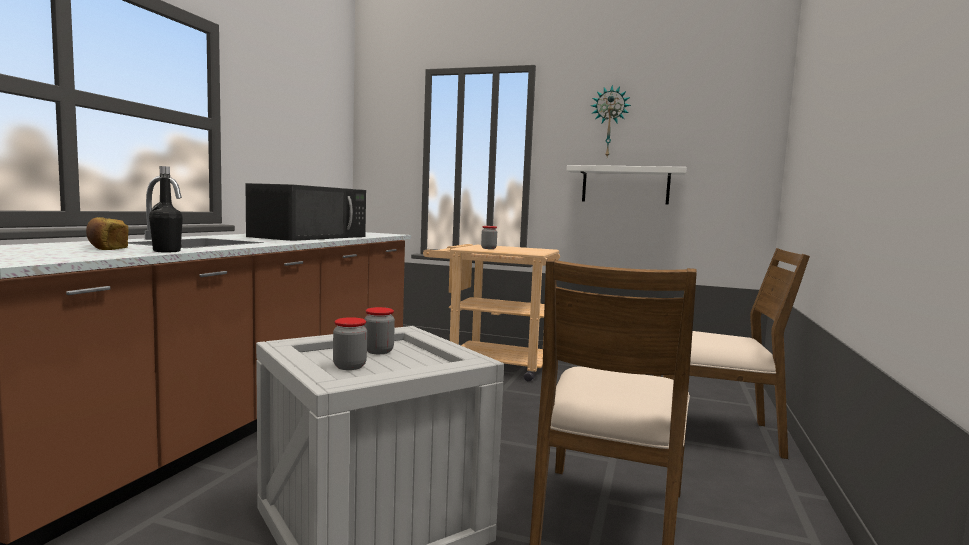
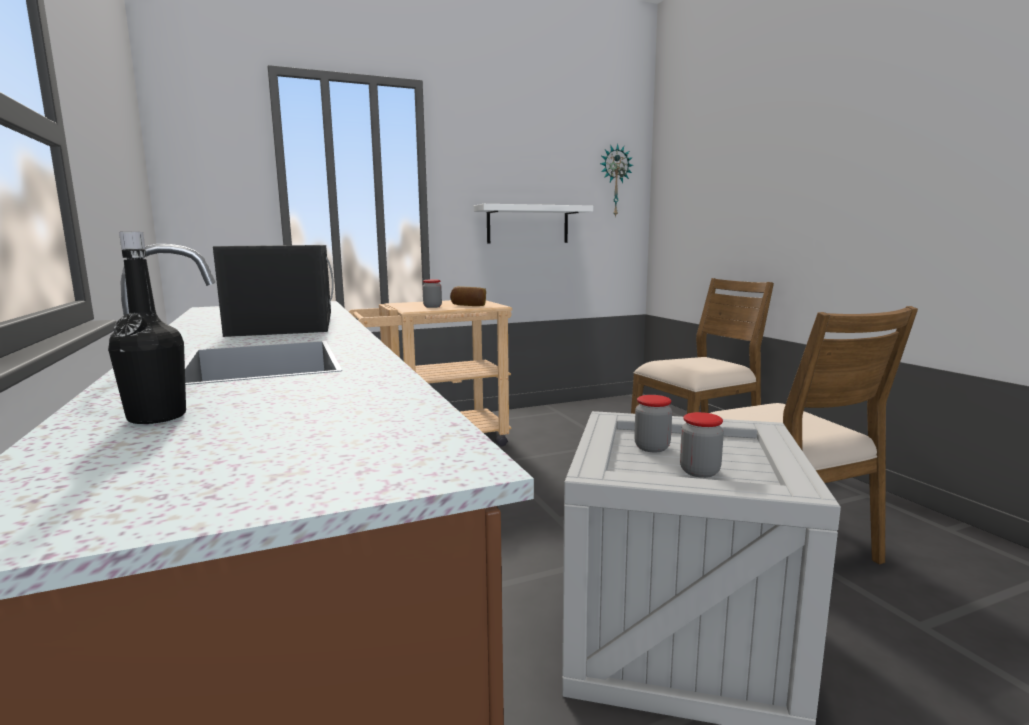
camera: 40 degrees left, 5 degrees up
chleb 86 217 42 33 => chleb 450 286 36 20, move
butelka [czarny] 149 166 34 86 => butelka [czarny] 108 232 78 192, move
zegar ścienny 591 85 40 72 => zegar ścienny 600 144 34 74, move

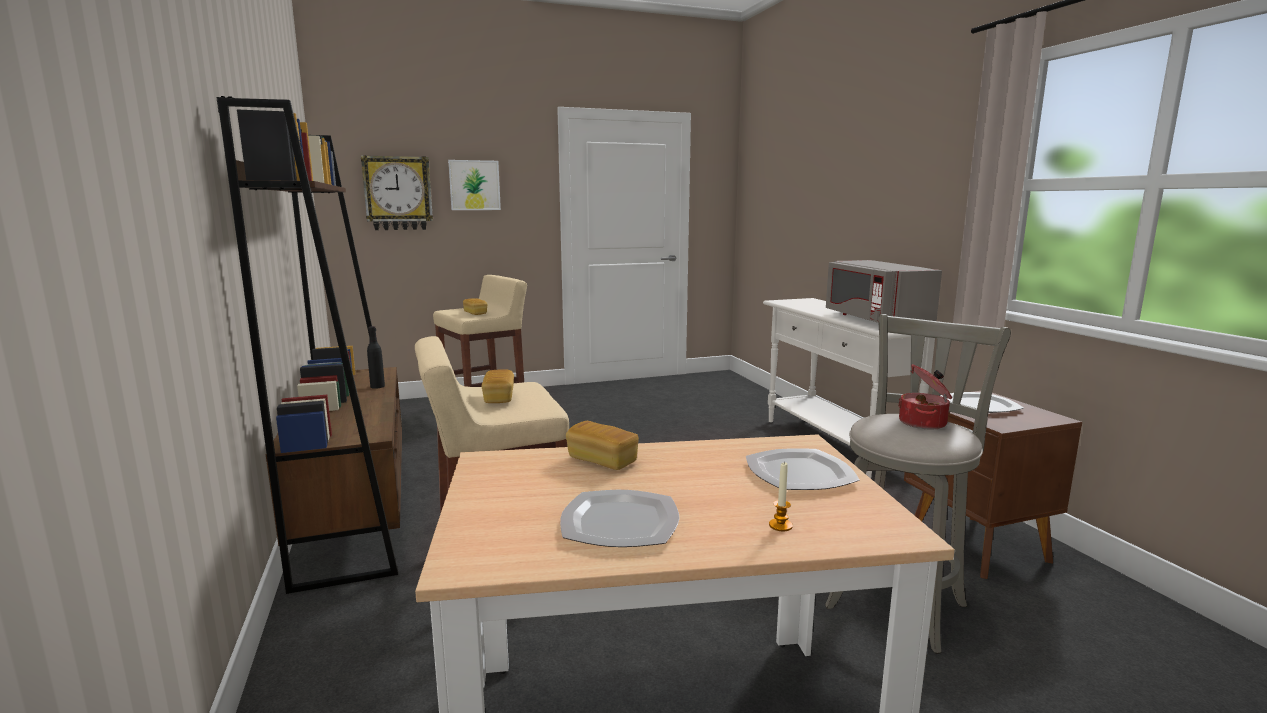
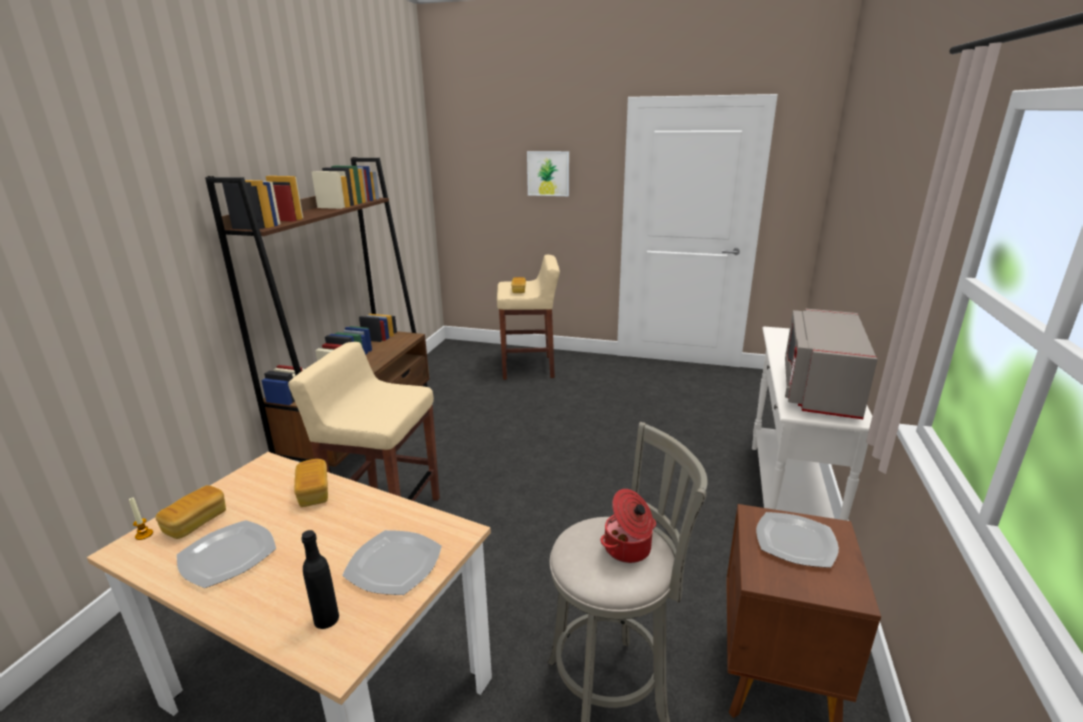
camera: 35 degrees right, 10 degrees up
zegar ścienny 361 155 72 75 => nothing
butelka [czarny] 367 326 18 63 => butelka [czarny] 301 530 38 99, move
chleb 482 369 32 34 => chleb 155 485 71 54, move
świeca 769 461 24 70 => świeca 129 497 24 43, move

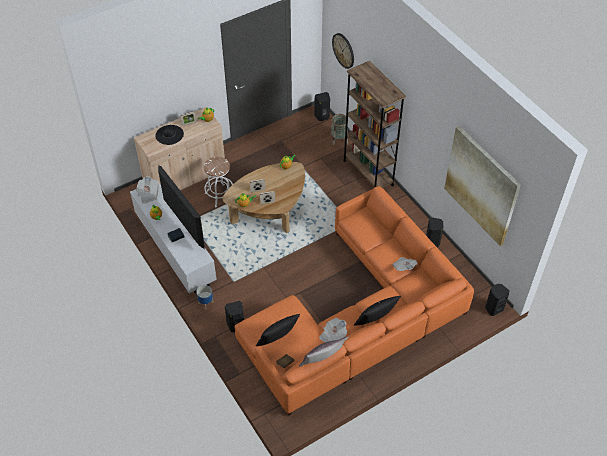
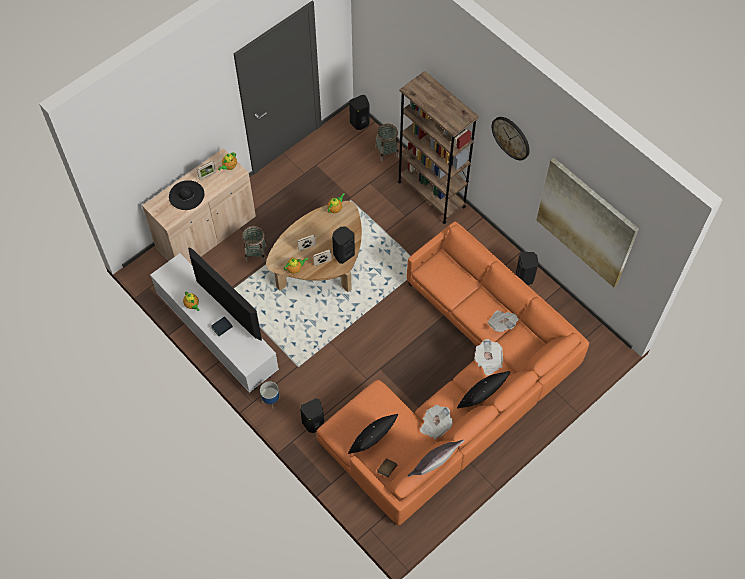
camera: 10 degrees left, 10 degrees up
gazeta 136 176 23 28 => gazeta 474 339 29 37, move
zegar ścienny 332 33 22 36 => zegar ścienny 492 117 38 43, move
głośnik [czarny] 485 284 24 32 => głośnik [czarny] 332 226 23 38, move
stołek [biały] 204 157 29 50 => koszyk 242 226 25 36

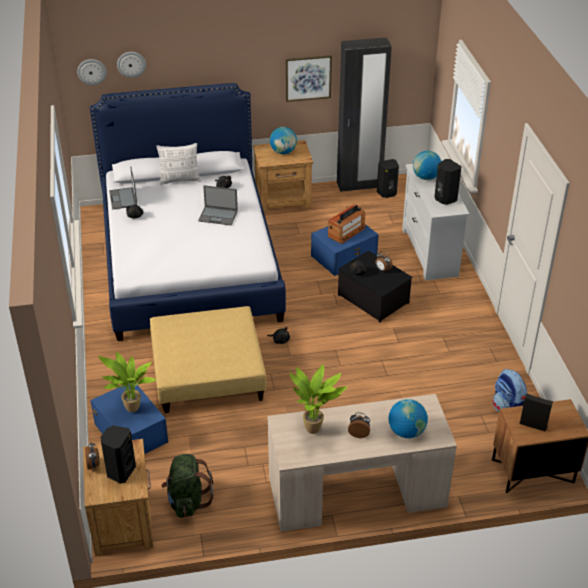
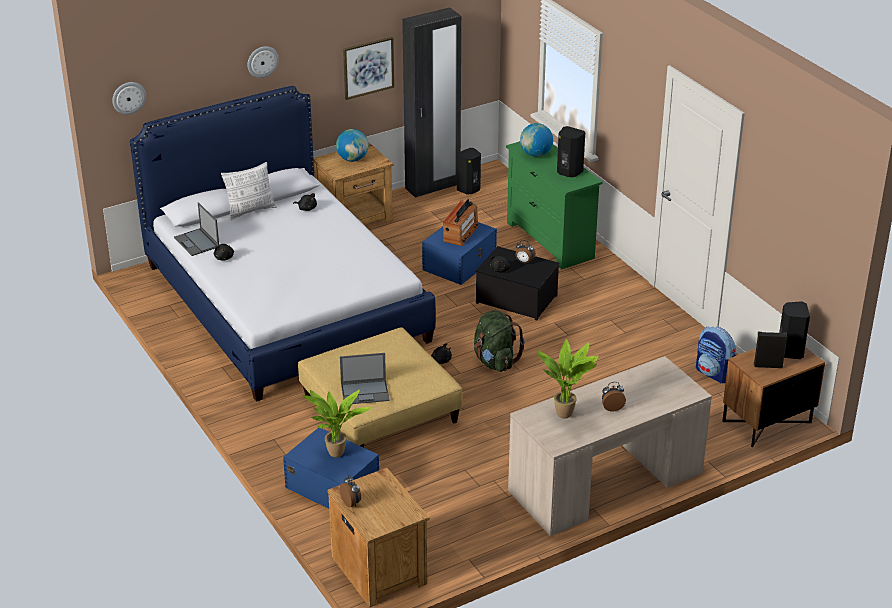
camera: 20 degrees left, 5 degrees down
globus 389 399 39 39 => nothing
głośnik [czarny] 100 426 36 58 => głośnik [czarny] 779 301 31 58, move
zegar ścienny 117 52 29 26 => zegar ścienny 247 46 32 32, move
plecak [zielony] 161 454 52 64 => plecak [zielony] 474 310 51 62, move
laptop 198 185 40 40 => laptop 340 353 50 51, move
komoda [biały] 402 164 67 117 => komoda [zielony] 506 141 97 129

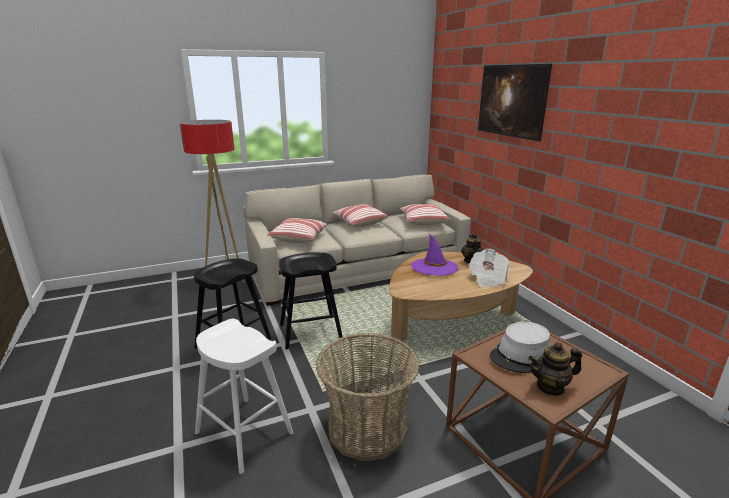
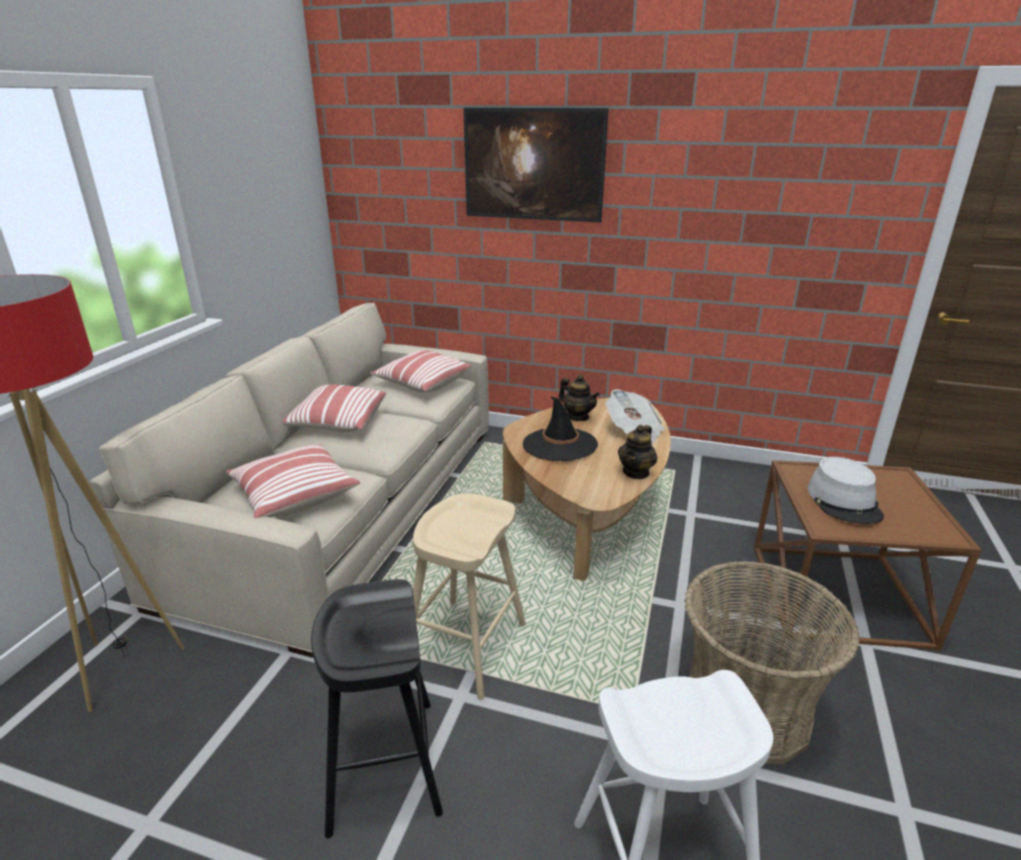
camera: 50 degrees left, 5 degrees up
imbryk 528 342 54 54 => imbryk 618 425 39 55, move
stołek [czarny] 279 253 64 96 => stołek [beżowy] 413 493 113 207
kapelusz [fioletowy] 411 233 48 43 => kapelusz [czarny] 523 396 75 65

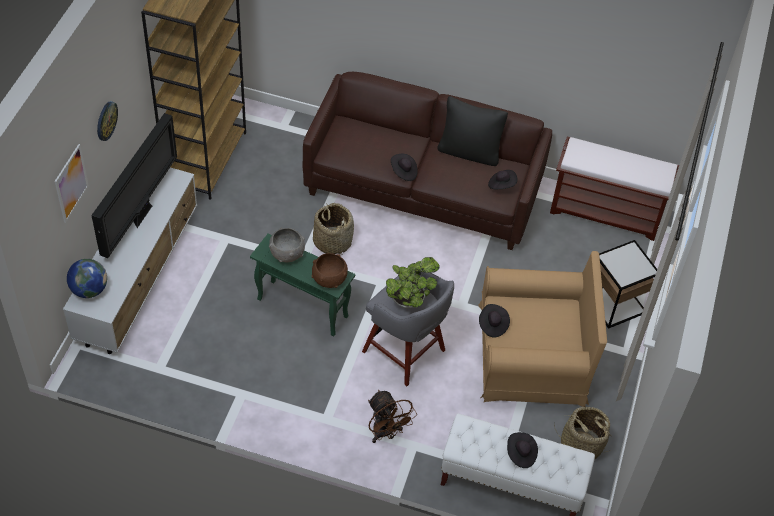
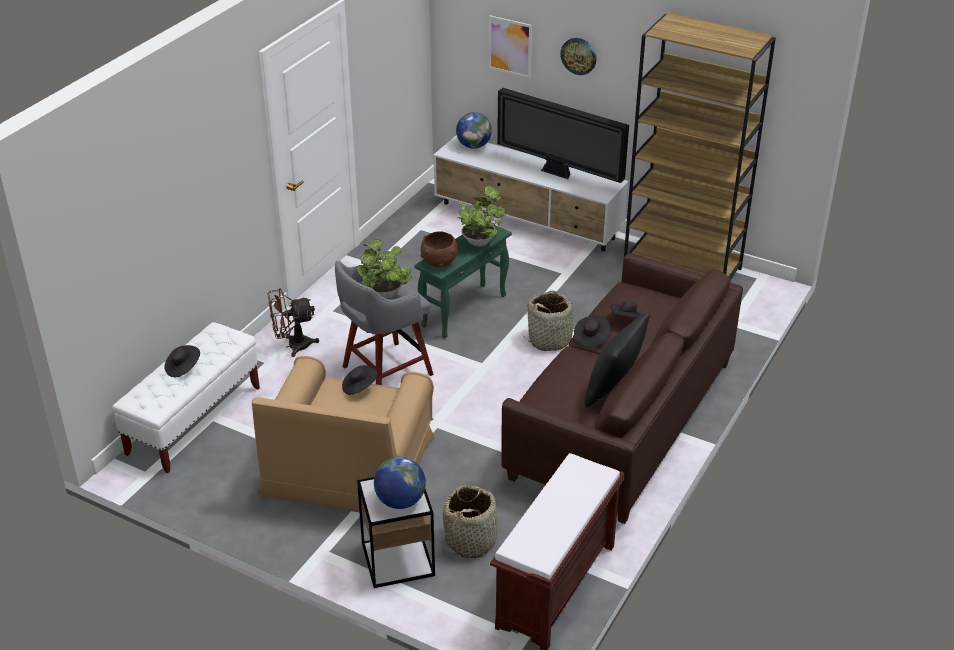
camera: 105 degrees right, 15 degrees down
nothing => globus 374 457 52 52
kapelusz [czarny] 488 170 29 19 => kapelusz [czarny] 610 301 32 17, move
koszyk 555 407 57 52 => koszyk 443 485 55 73, move
miska [szary] 269 228 36 34 => roślina doniczkowa 458 186 47 61

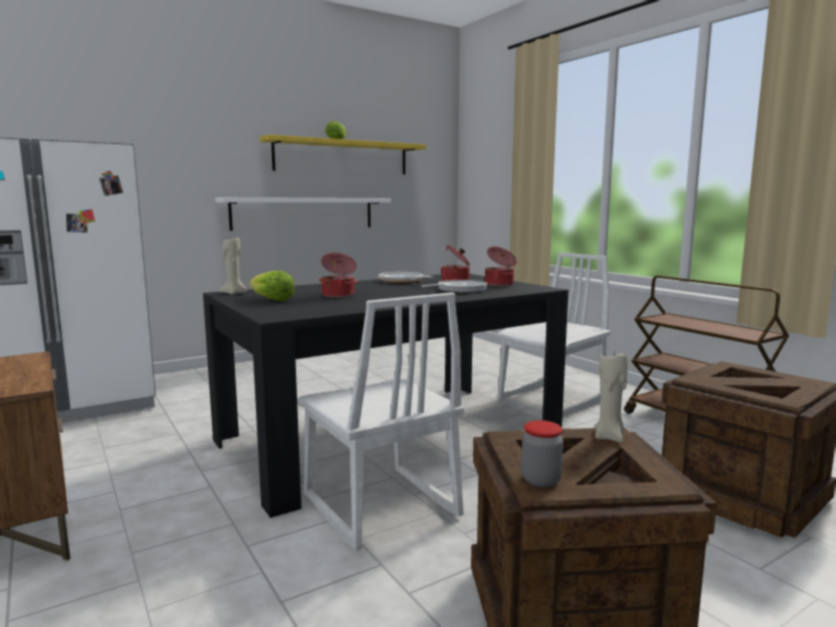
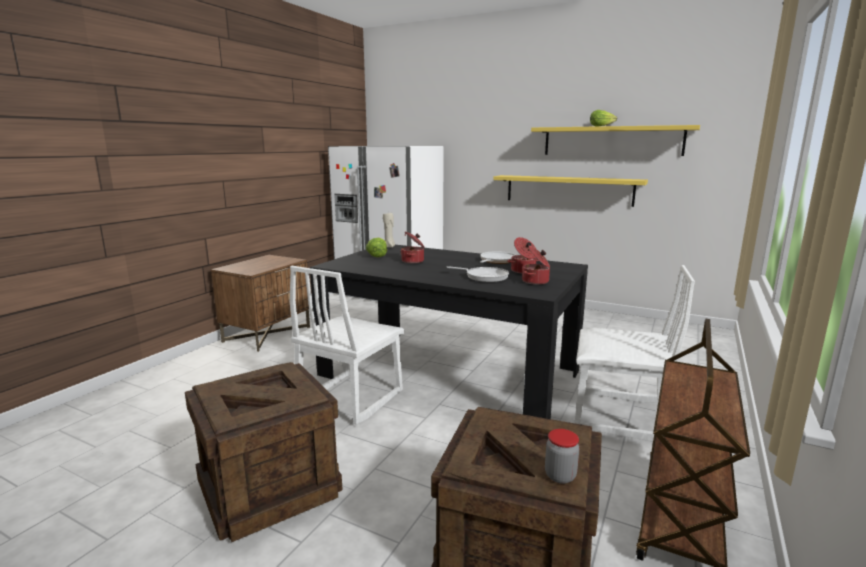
camera: 60 degrees right, 5 degrees up
świeca [beżowy] 594 353 34 90 => nothing
słoik 521 420 42 67 => słoik 545 429 34 55, move
półka [biały] 215 197 176 34 => półka [żółty] 493 175 155 32

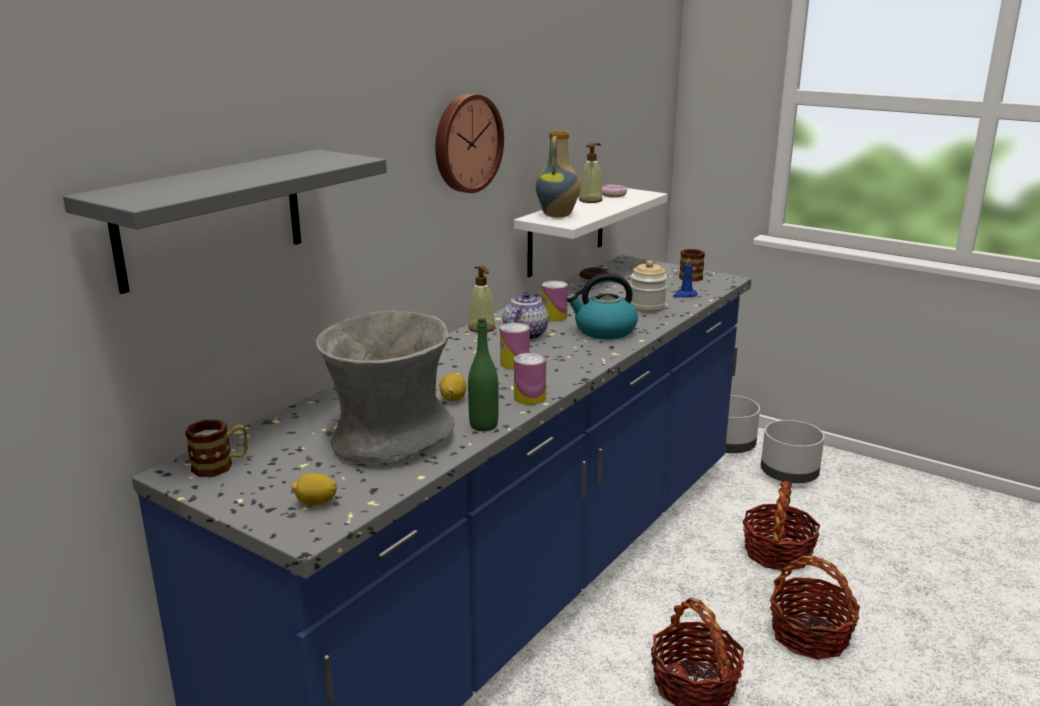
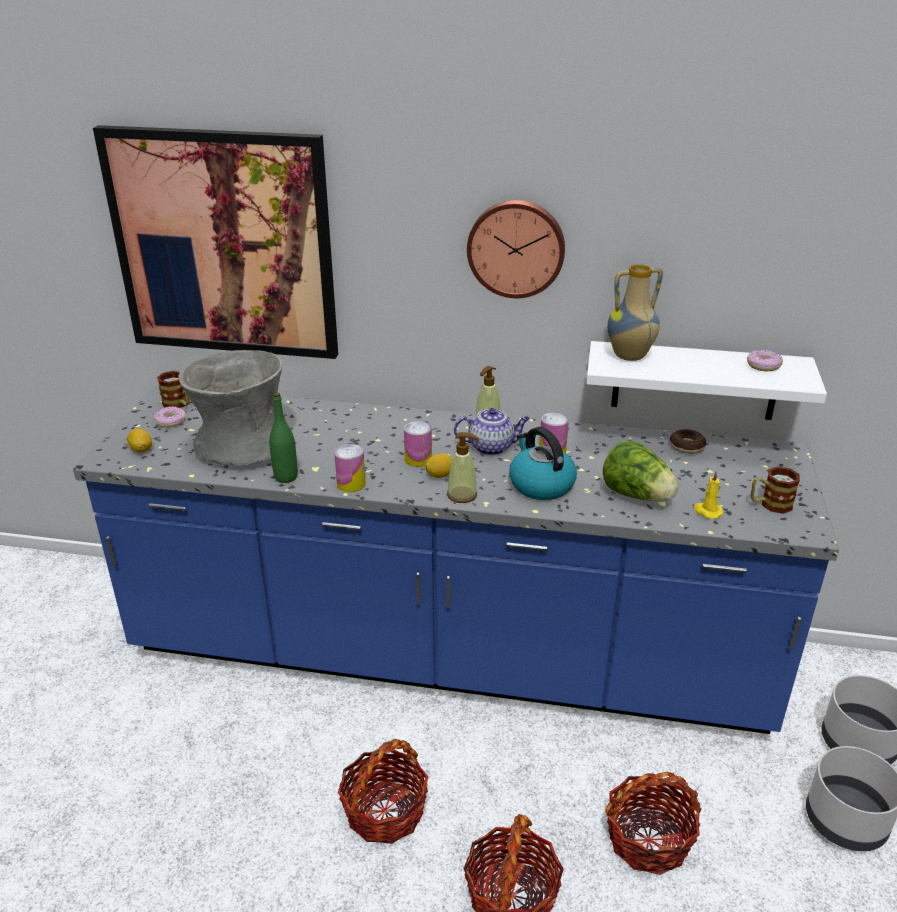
camera: 65 degrees right, 10 degrees up
nothing => donut 154 406 32 22
cytryna 439 373 28 29 => cytryna 425 453 28 25, move
dozownik mydła 579 143 24 60 => dozownik mydła 447 432 32 71, move
półka [szary] 63 149 324 145 => obraz 93 125 245 234
słoik 630 260 37 53 => sałata 603 440 75 61
świeca [niebieski] 674 257 24 41 => świeca [żółty] 694 471 29 48

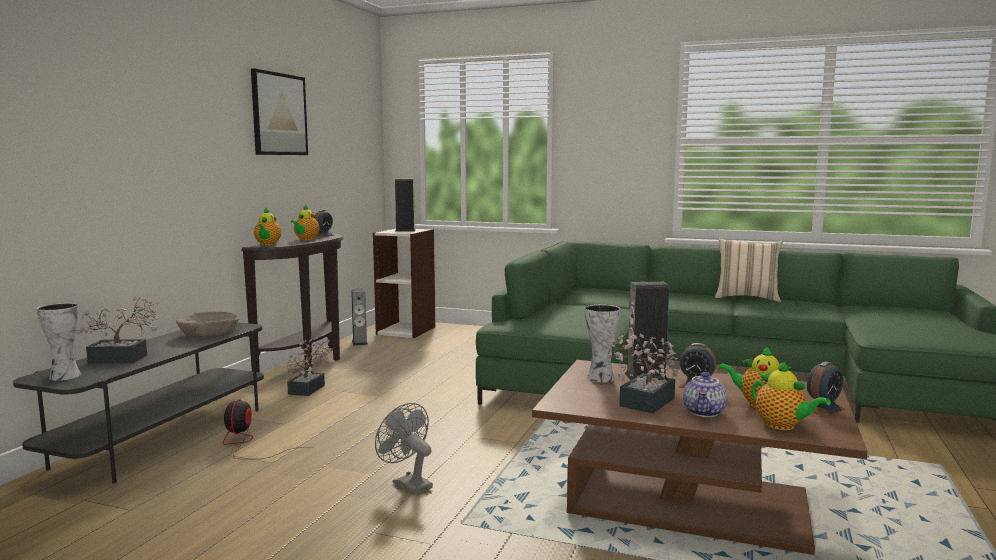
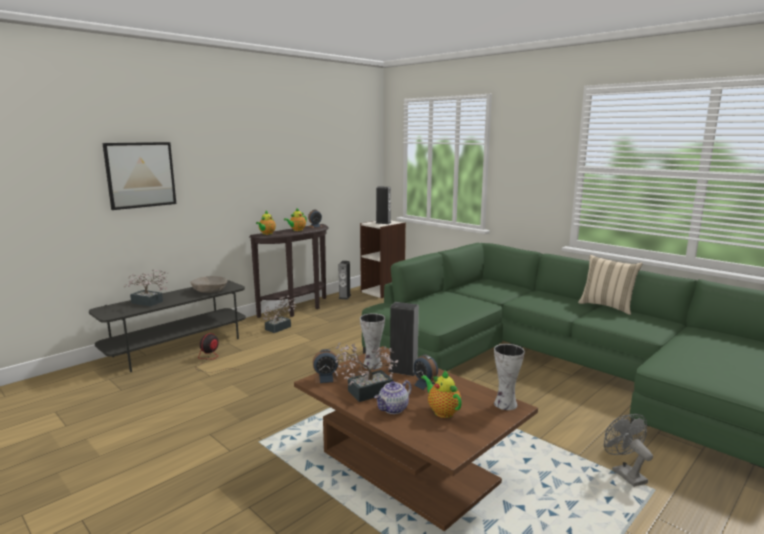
camera: 25 degrees right, 5 degrees up
imbryk 752 361 79 69 => nothing
wazon 37 303 44 78 => wazon 494 344 31 66, move
obraz 251 68 57 87 => obraz 102 142 74 68, move
wentylator [szary] 375 403 58 92 => wentylator [szary] 604 414 49 73, move
budzik 807 362 38 54 => budzik 313 349 26 35, move

